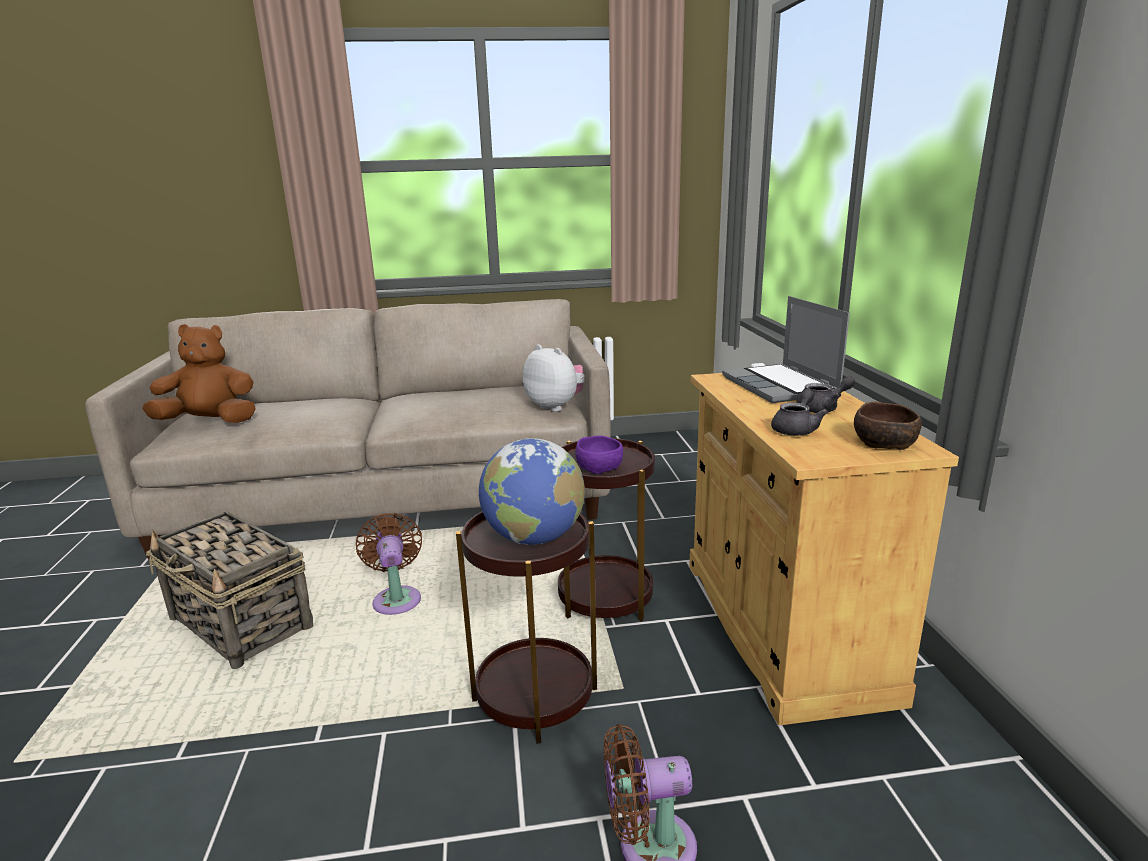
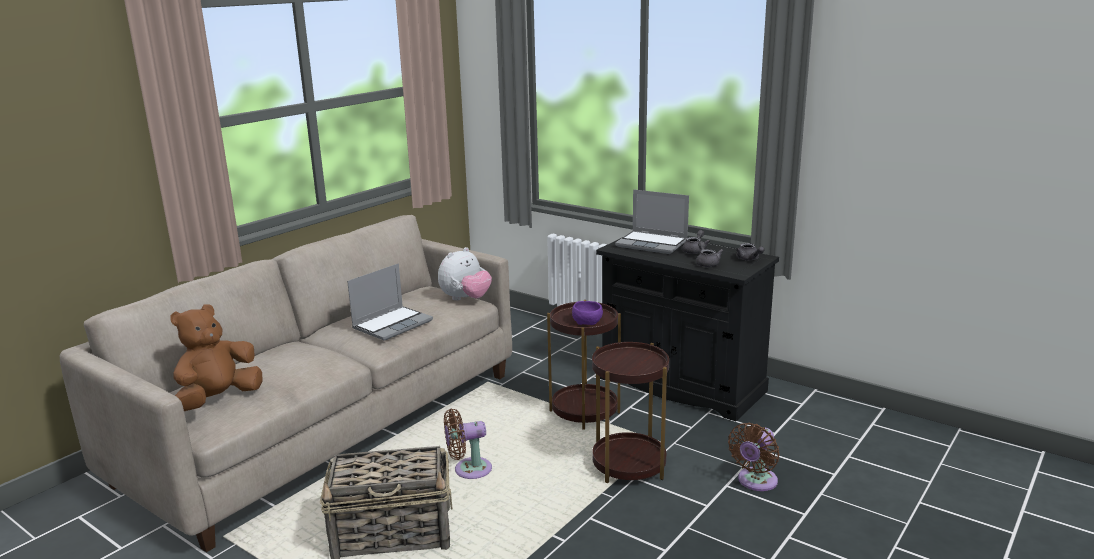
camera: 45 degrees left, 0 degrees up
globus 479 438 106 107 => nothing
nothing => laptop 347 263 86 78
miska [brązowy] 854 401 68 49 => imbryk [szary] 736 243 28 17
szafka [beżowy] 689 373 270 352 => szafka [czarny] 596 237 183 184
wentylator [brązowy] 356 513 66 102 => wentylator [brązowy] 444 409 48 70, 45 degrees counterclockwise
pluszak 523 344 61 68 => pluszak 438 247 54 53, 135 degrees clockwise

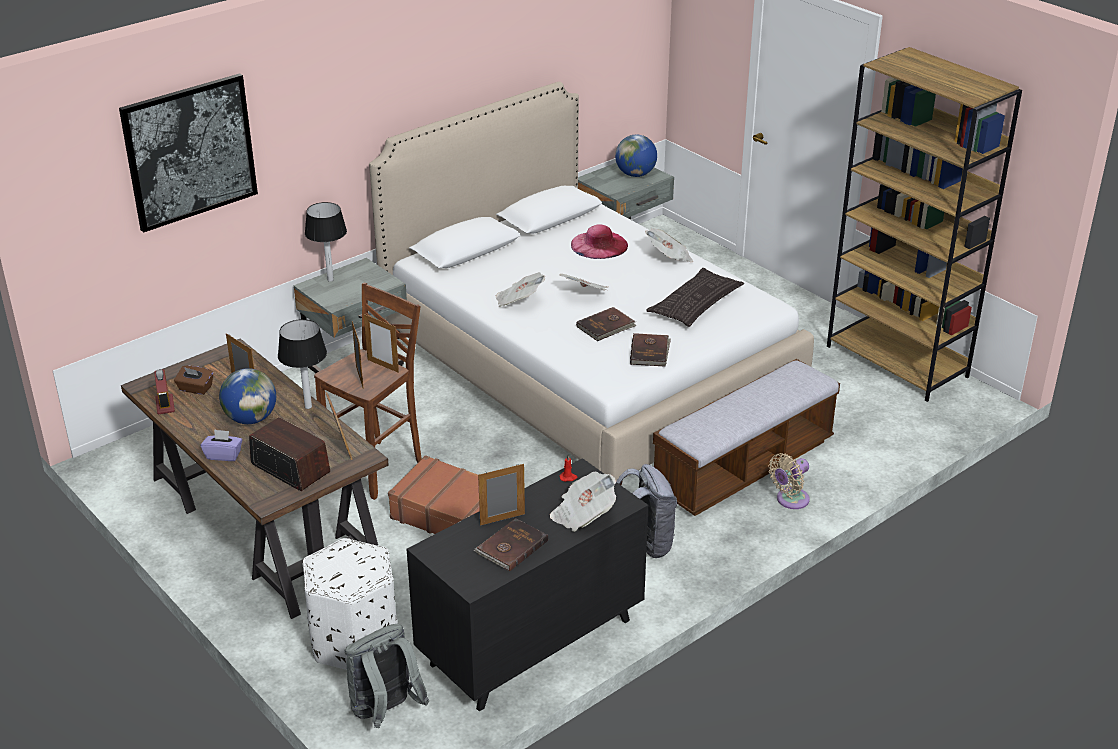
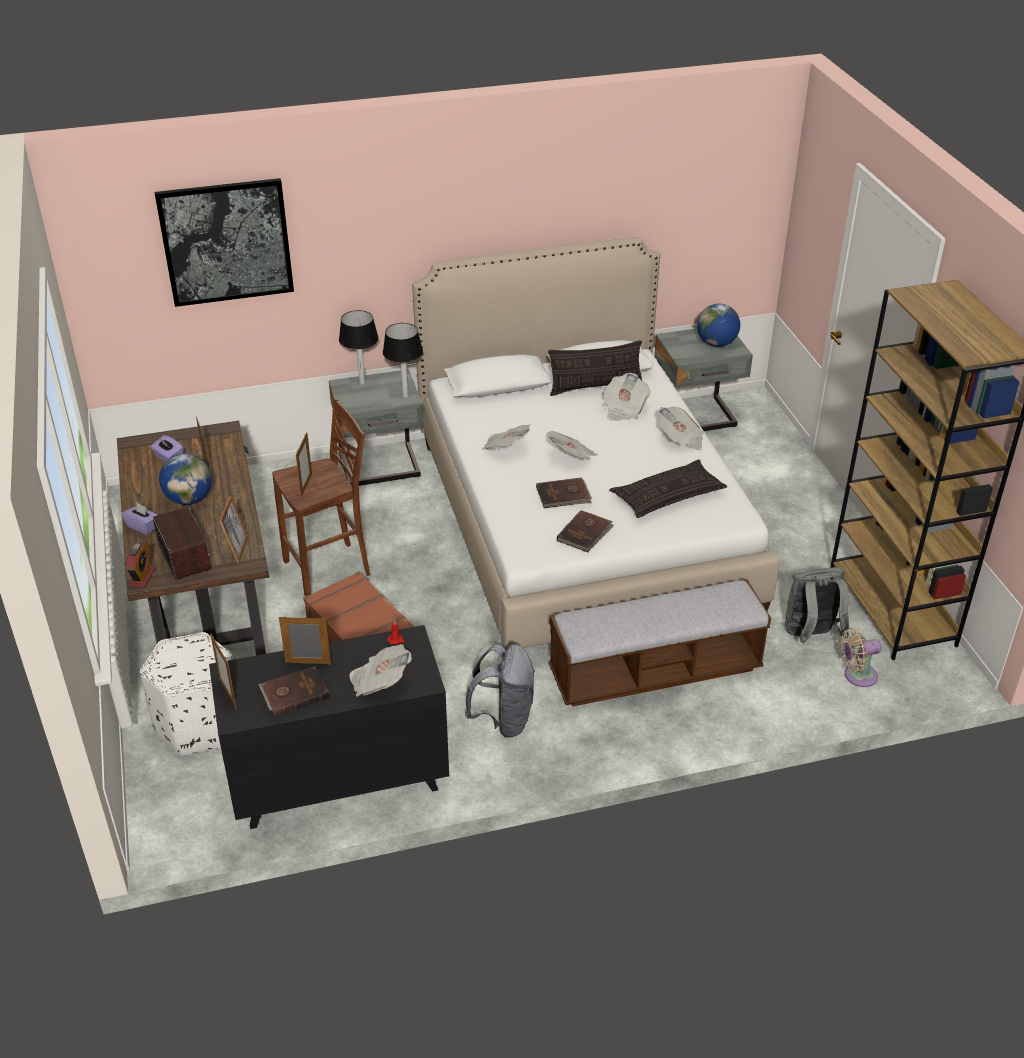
camera: 25 degrees right, 5 degrees up
nothing => poduszka 548 340 94 56
budzik 154 369 21 46 => budzik 126 542 30 46, move
lampa stołowa 278 319 49 90 => lampa stołowa 383 323 40 75, move
plecak [szary] 345 623 84 105 => plecak [szary] 785 567 64 76, move
ramka na zdjęcie 364 314 35 59 => ramka na zdjęcie 210 634 27 74, move
wentylator [beżowy] 768 453 42 56 => wentylator [beżowy] 840 628 41 59, move
kapelusz [różowy] 571 224 57 35 => gazeta 603 373 47 48
pudełko chusteczek [brązowy] 174 365 39 30 => pudełko chusteczek [fioletowy] 150 435 34 27

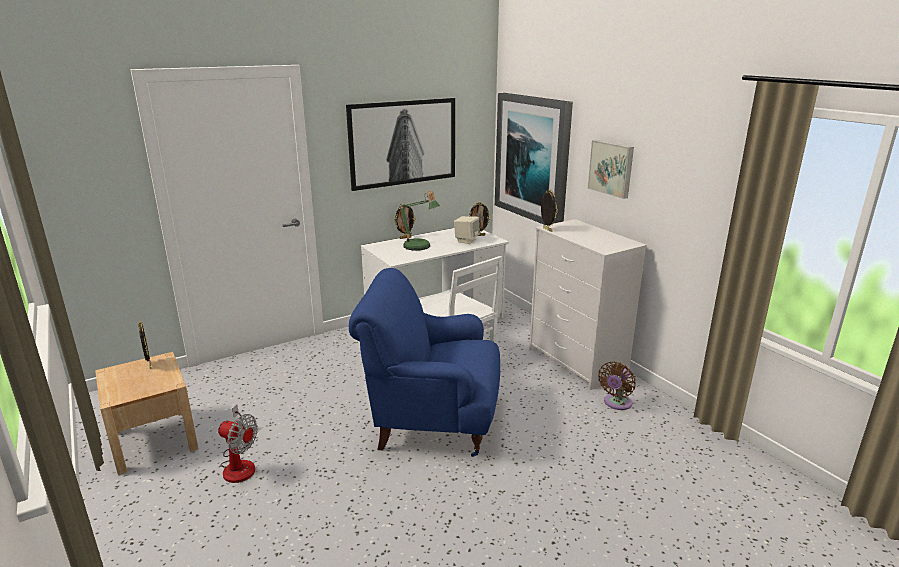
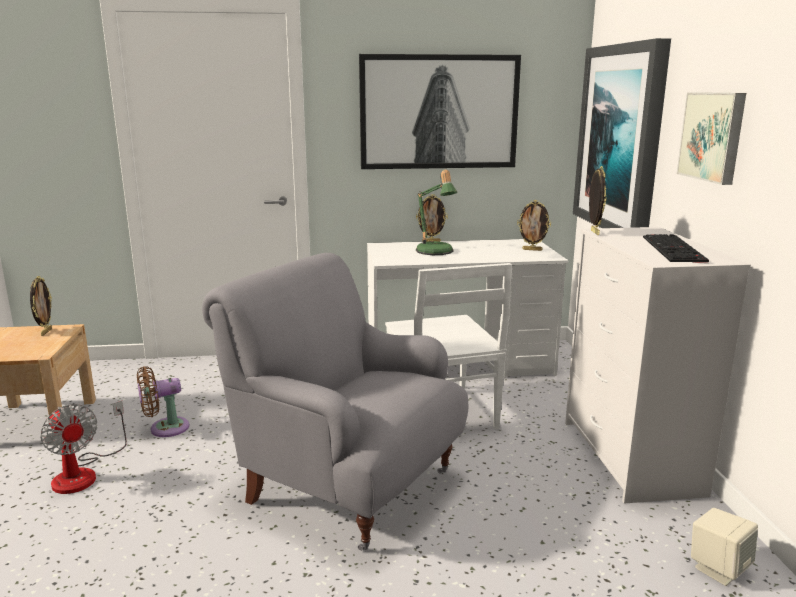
camera: 25 degrees right, 5 degrees down
nothing => klawiatura 643 234 66 29
głośnik [beżowy] 454 216 26 28 => głośnik [beżowy] 691 508 67 78, move
wentylator [brązowy] 598 361 38 49 => wentylator [brązowy] 137 366 52 71, move
fotel [niebieski] 349 268 151 189 => fotel [szary] 202 253 266 298

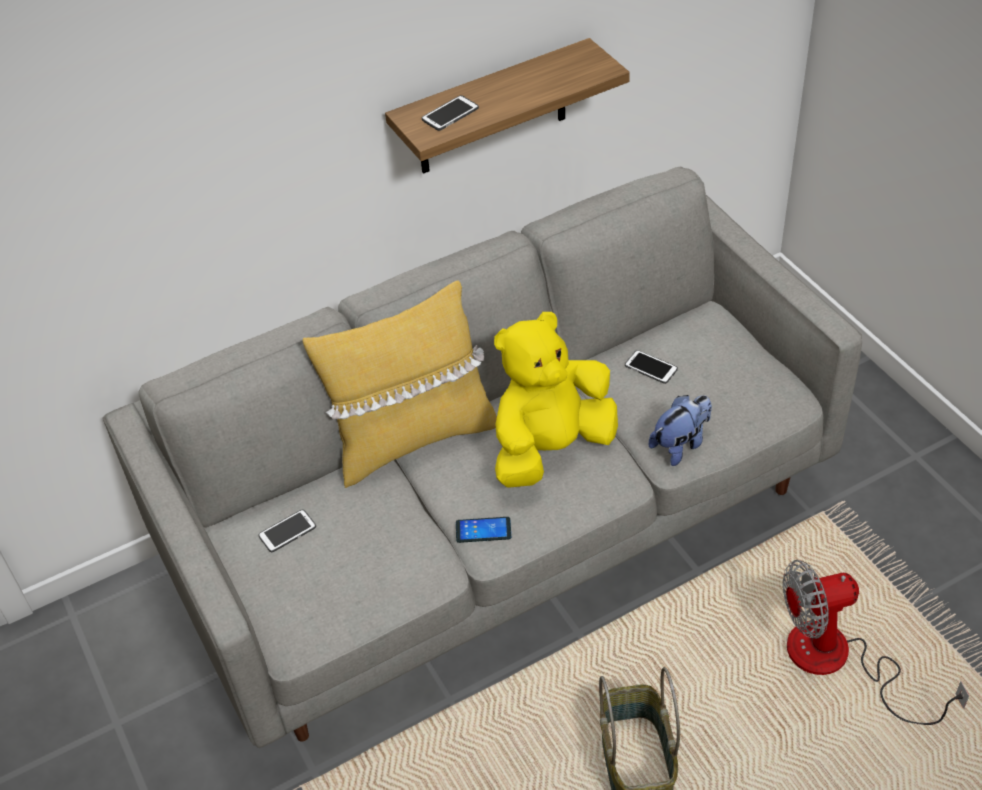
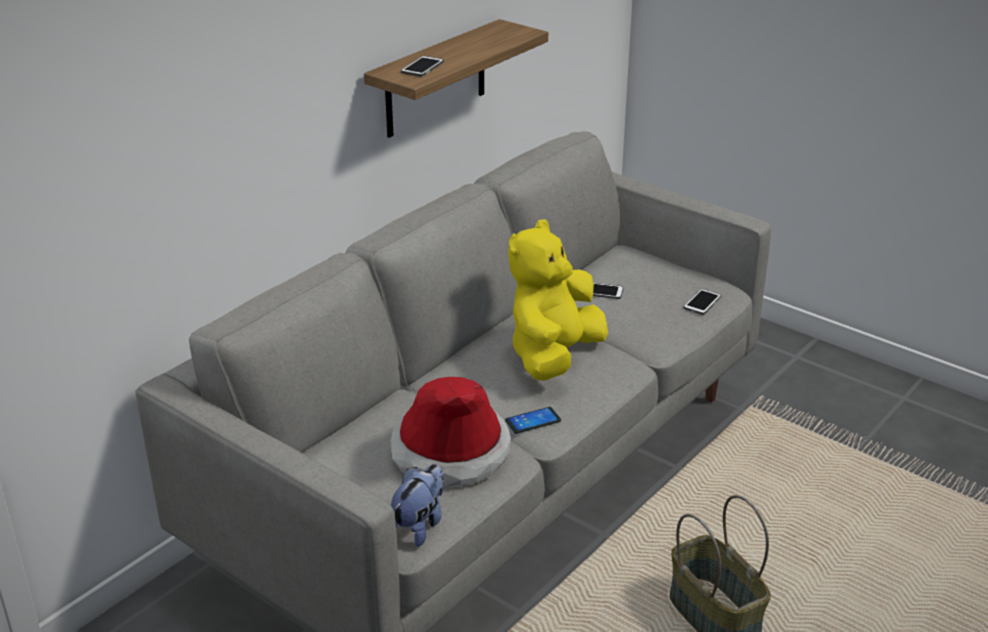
camera: 25 degrees left, 15 degrees down
poduszka [żółty] 303 281 194 207 => nothing
wentylator 783 560 186 165 => nothing
nothing => kapelusz 391 377 120 109
telefon 258 509 58 43 => telefon 684 289 37 26, move
pluszak 649 395 63 71 => pluszak 391 464 53 83, move

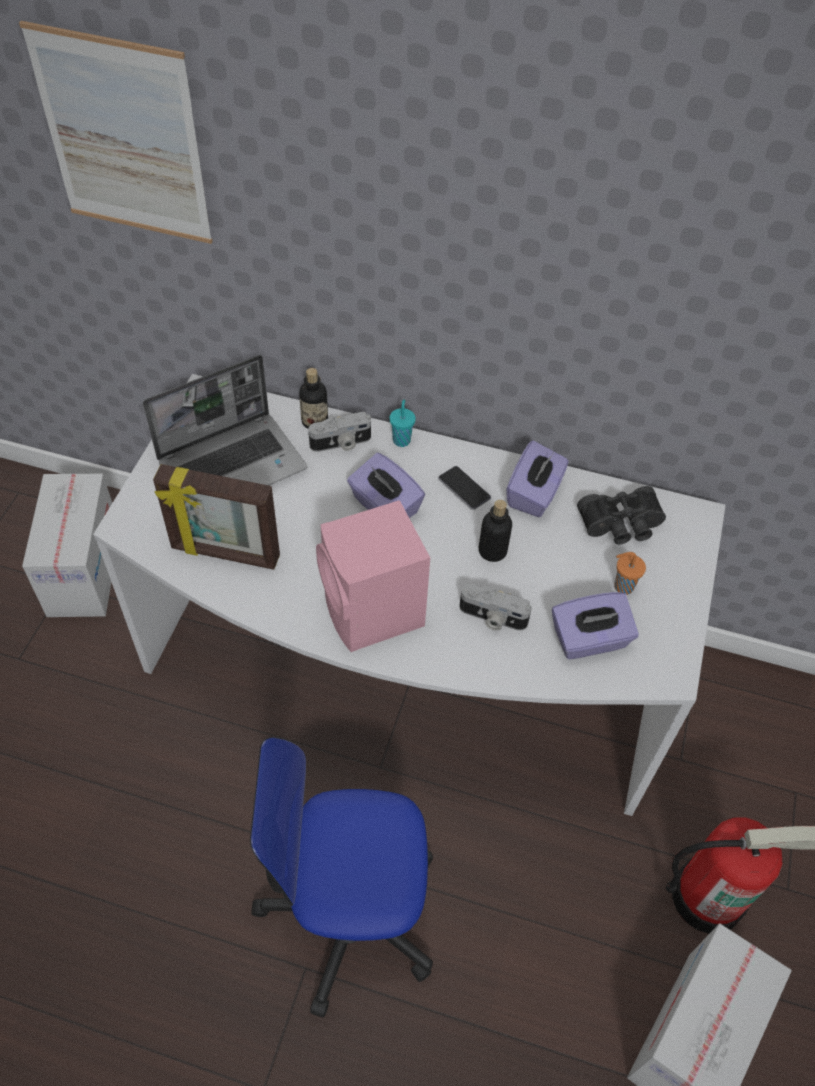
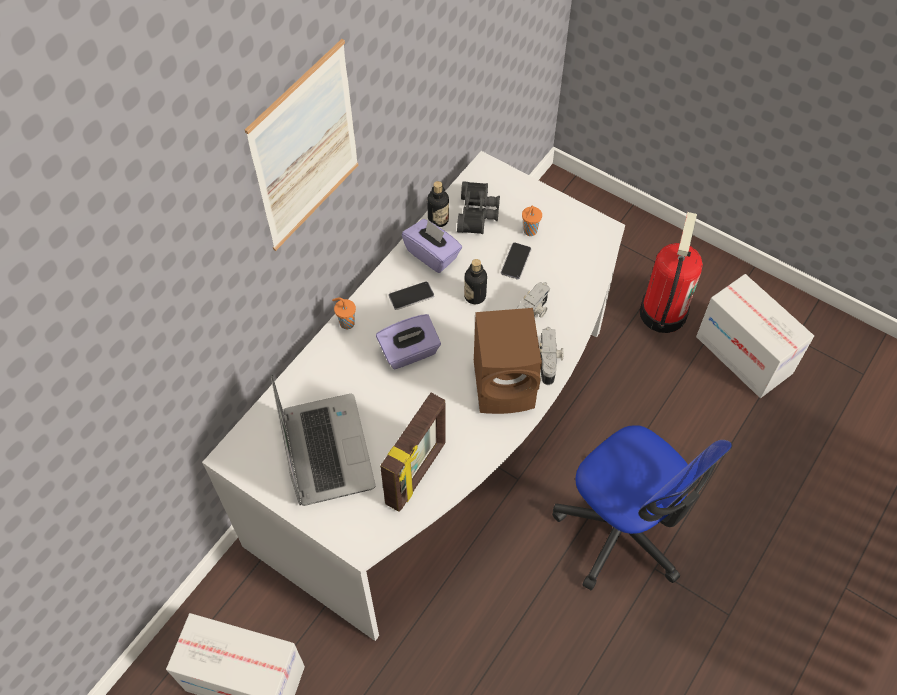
camera: 70 degrees left, 5 degrees up
pudełko chusteczek [fioletowy] 552 592 87 67 => nothing
nothing => telefon 501 243 31 37
obraz 19 21 194 223 => obraz 245 39 114 212, move
butelka 299 368 29 61 => butelka 427 181 22 46, move
aparat fotograficzny 308 412 63 40 => aparat fotograficzny 540 327 23 58, move
głośnik [różowy] 316 500 114 152 => głośnik [brązowy] 474 308 68 106
filiżanka [turkusowy] 390 400 26 47 => filiżanka [pomarańczowy] 332 297 24 32
krzesło biurowe 250 737 183 281 => krzesło biurowe 552 425 180 165, 60 degrees counterclockwise

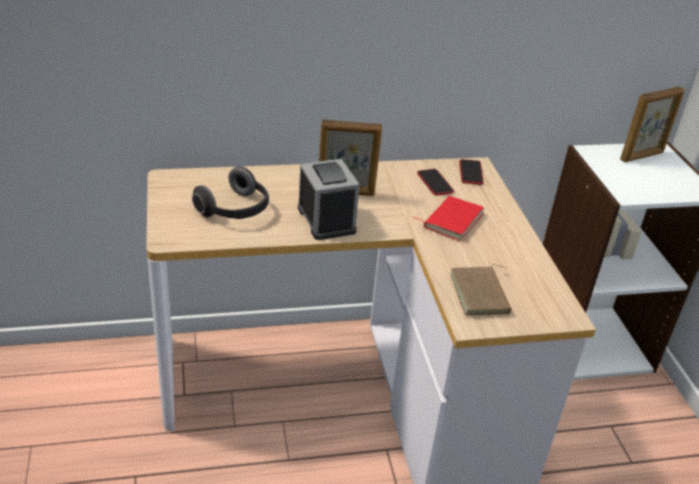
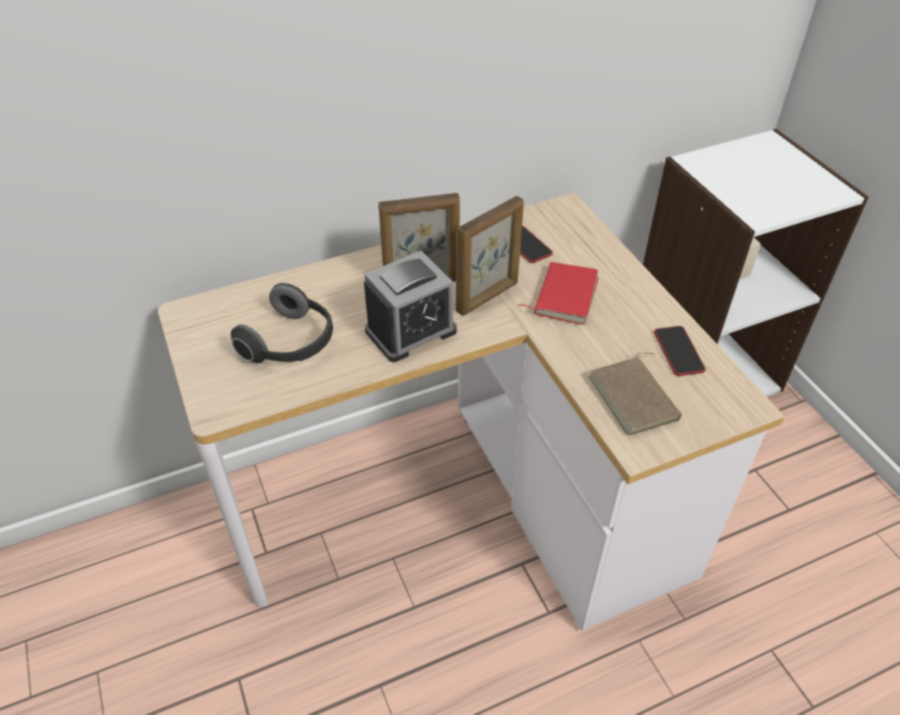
camera: 10 degrees left, 10 degrees up
telefon 459 159 25 26 => telefon 654 326 52 50, move
ramka na zdjęcie 620 86 65 76 => ramka na zdjęcie 456 196 68 120, move
budzik 298 159 62 81 => budzik 364 251 93 111, 90 degrees clockwise

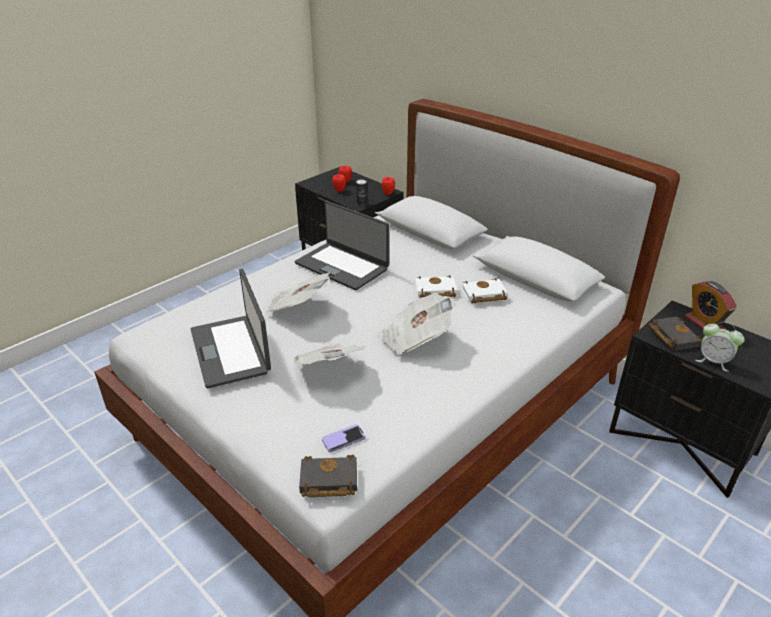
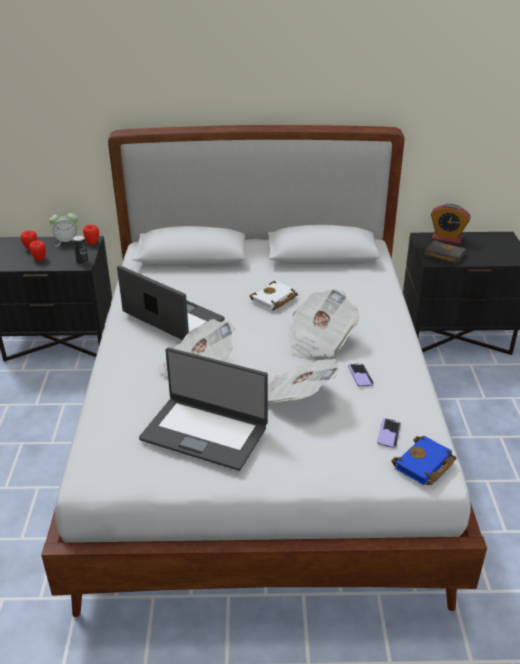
camera: 45 degrees left, 0 degrees up
książka [biały] 462 278 45 25 => nothing
nothing => telefon 348 363 26 24
budzik 695 322 50 50 => budzik 49 209 29 37, move
książka [czarny] 299 455 58 42 => książka [niebieski] 391 436 66 49
laptop 295 201 94 89 => laptop 117 265 108 75, 135 degrees counterclockwise

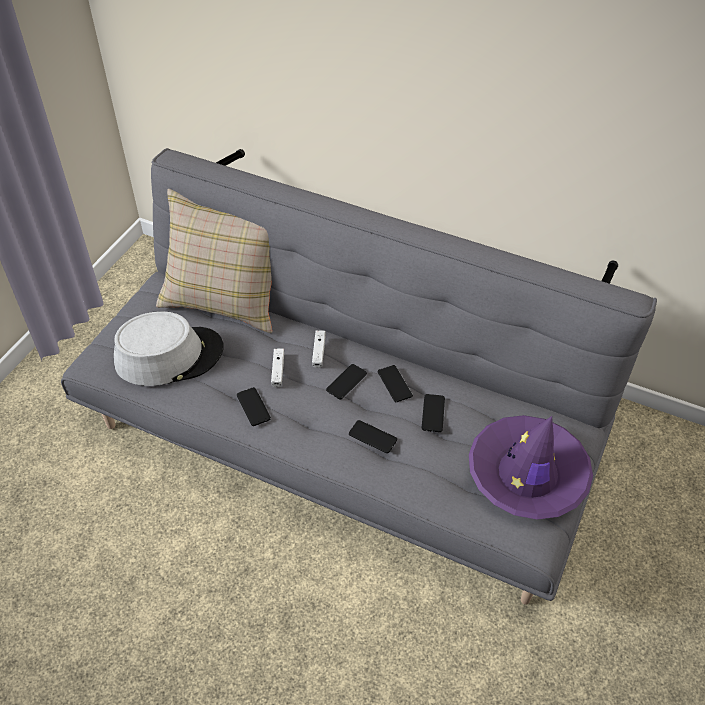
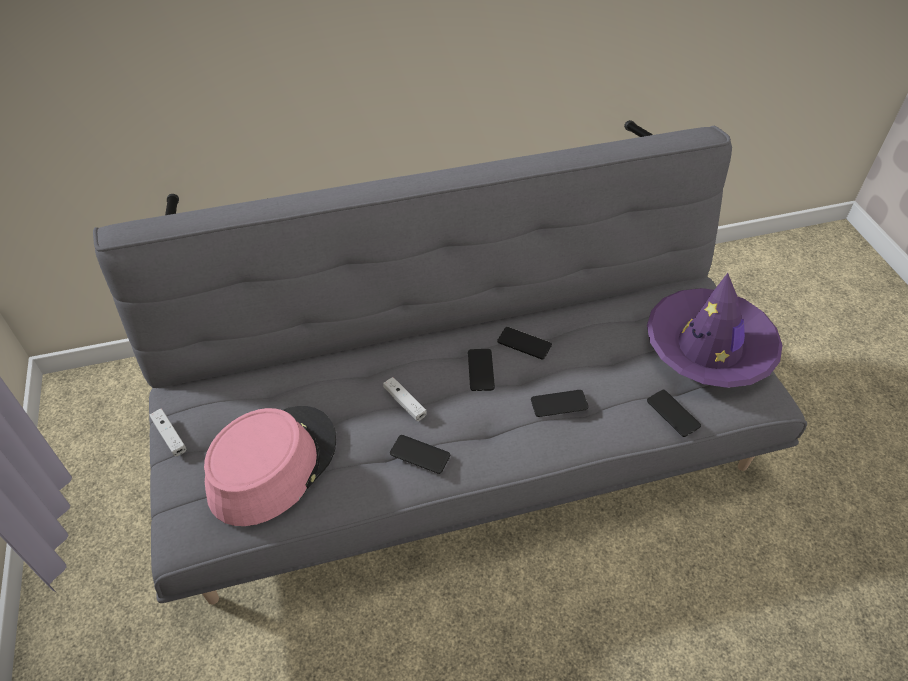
camera: 40 degrees left, 0 degrees up
poduszka [beżowy] 156 189 116 144 => nothing
pad do gier [biały] 312 330 14 38 => pad do gier [biały] 150 408 36 48, move
telefon 422 394 23 38 => telefon 647 389 54 48, move
kapelusz [szary] 114 311 110 75 => kapelusz [różowy] 204 406 132 120

